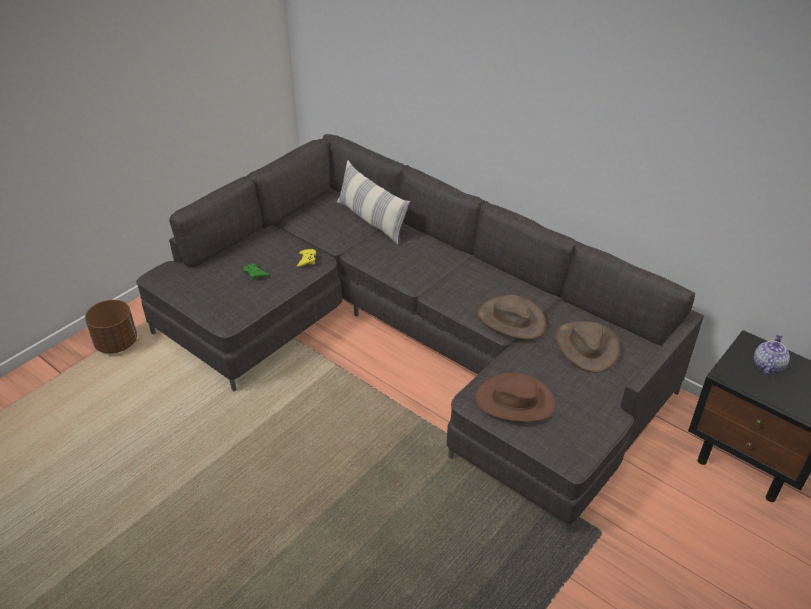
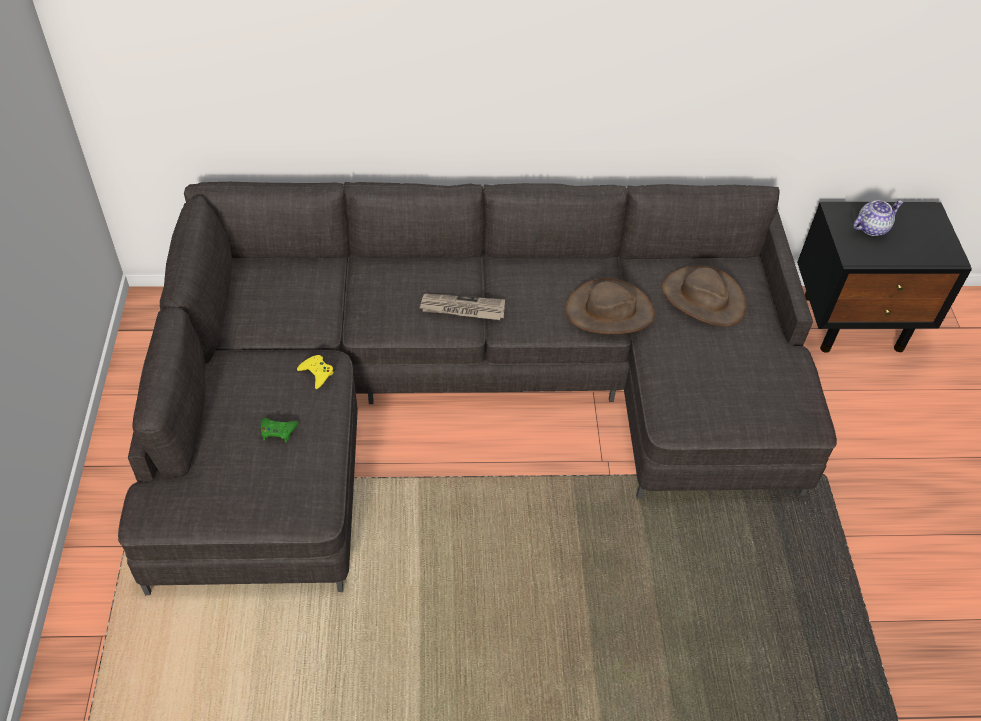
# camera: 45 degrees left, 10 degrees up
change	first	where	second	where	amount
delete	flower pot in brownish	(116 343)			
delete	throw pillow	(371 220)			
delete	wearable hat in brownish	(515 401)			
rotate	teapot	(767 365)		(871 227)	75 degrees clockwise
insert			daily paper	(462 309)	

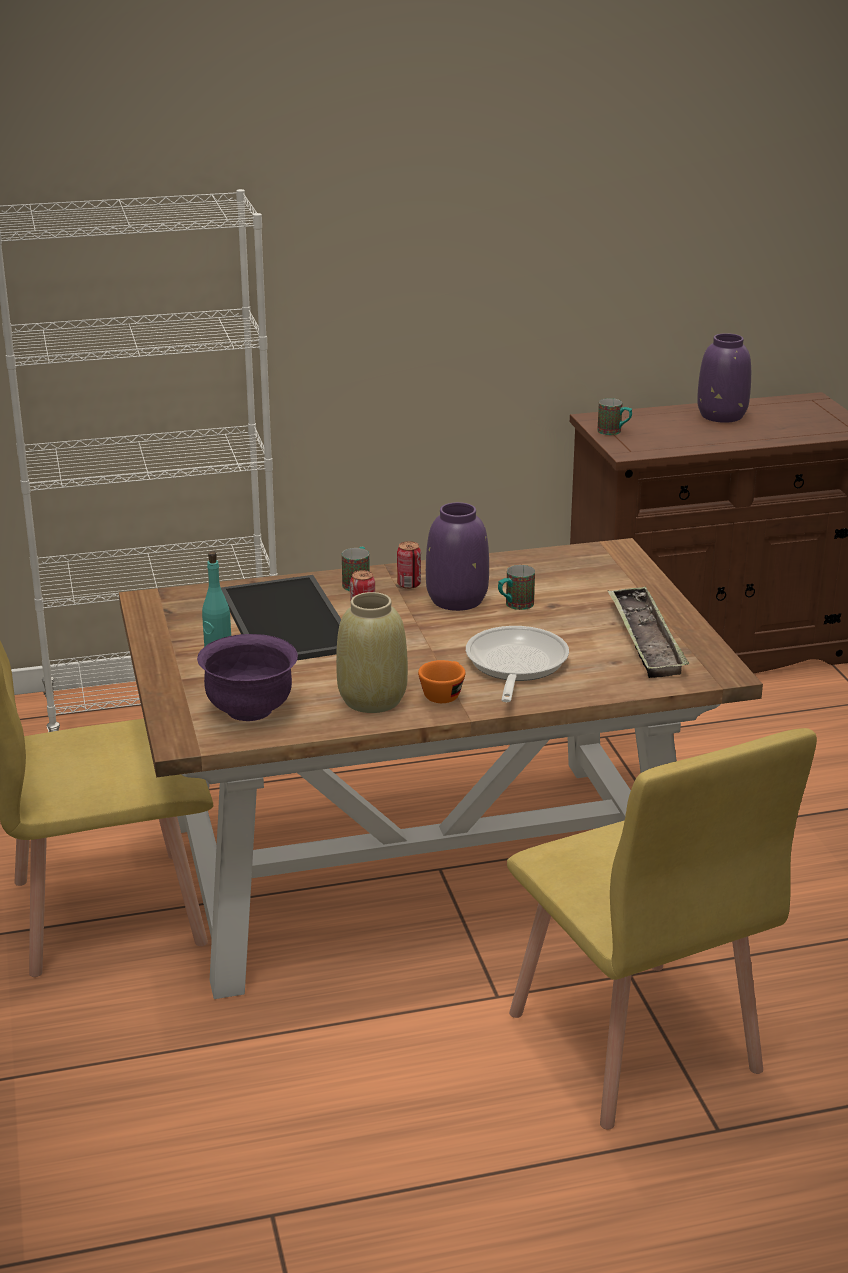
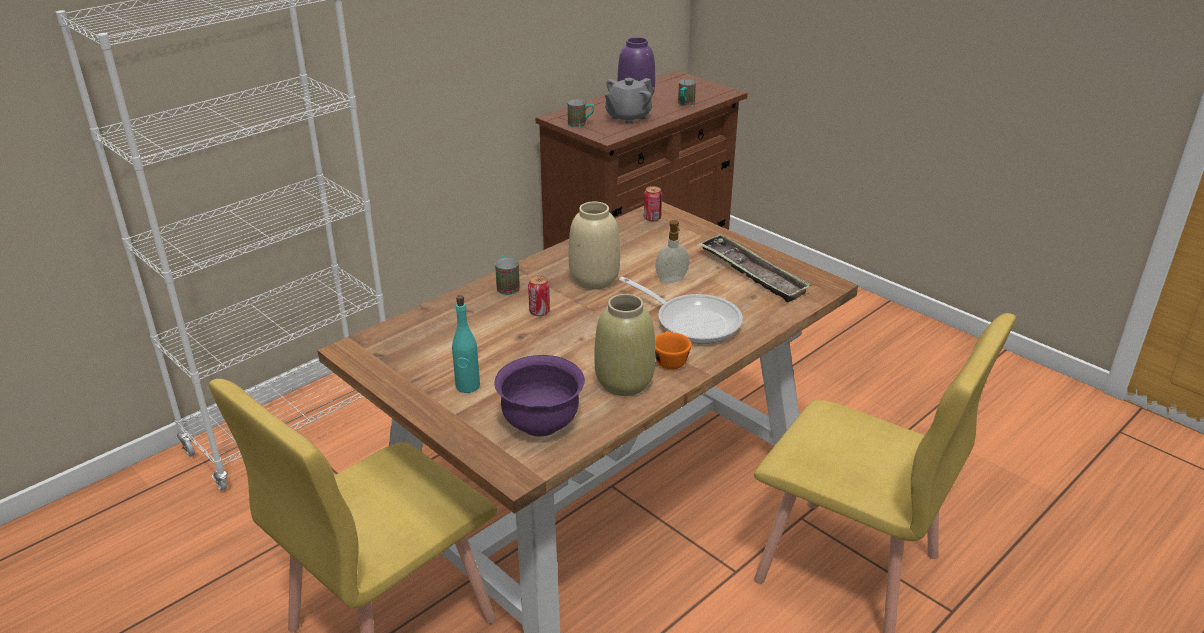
# camera: 30 degrees left, 5 degrees up
change	first	where	second	where	amount
delete	serving tray	(290 621)			
move	sealed can	(409 584)		(652 218)	
recolor	vase in purple	(457 600)	vase in sand-coloured	(594 280)	
rotate	frying pan	(514 666)		(692 321)	150 degrees clockwise
move	mug	(514 605)		(685 104)	
insert			teapot in grey	(628 117)	
insert			soap dispenser	(672 280)	

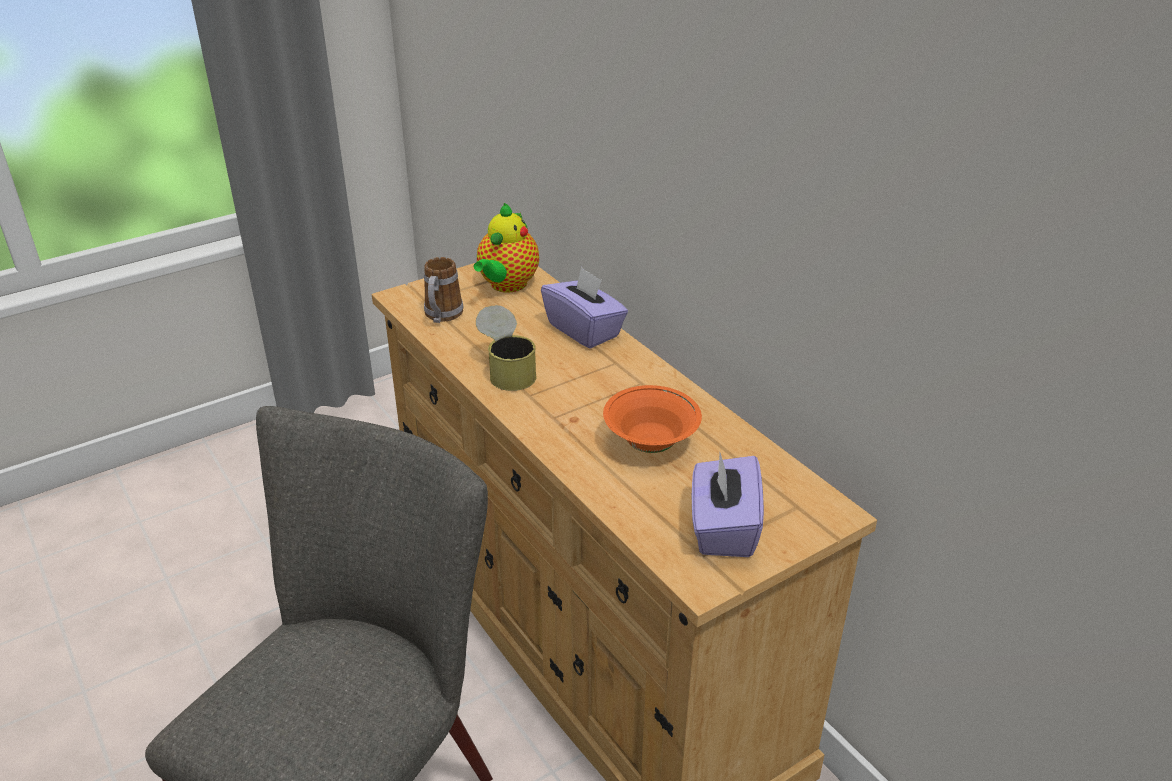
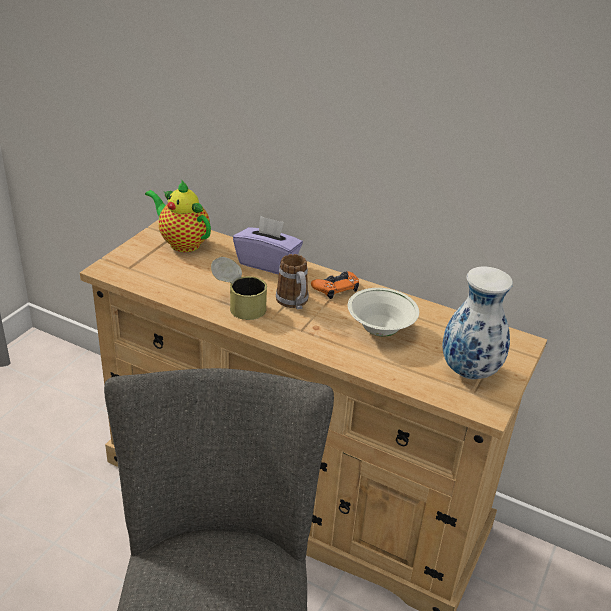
# camera: 30 degrees left, 0 degrees up
change	first	where	second	where	amount
move	mug	(442 317)		(294 303)	
rotate	teapot	(506 285)		(182 243)	135 degrees clockwise
recolor	deep dish in orange	(650 443)	deep dish in whitish	(380 330)	
replace	tissue box in purple	(723 529)	vase	(470 372)	
insert			game controller in orange	(336 288)	

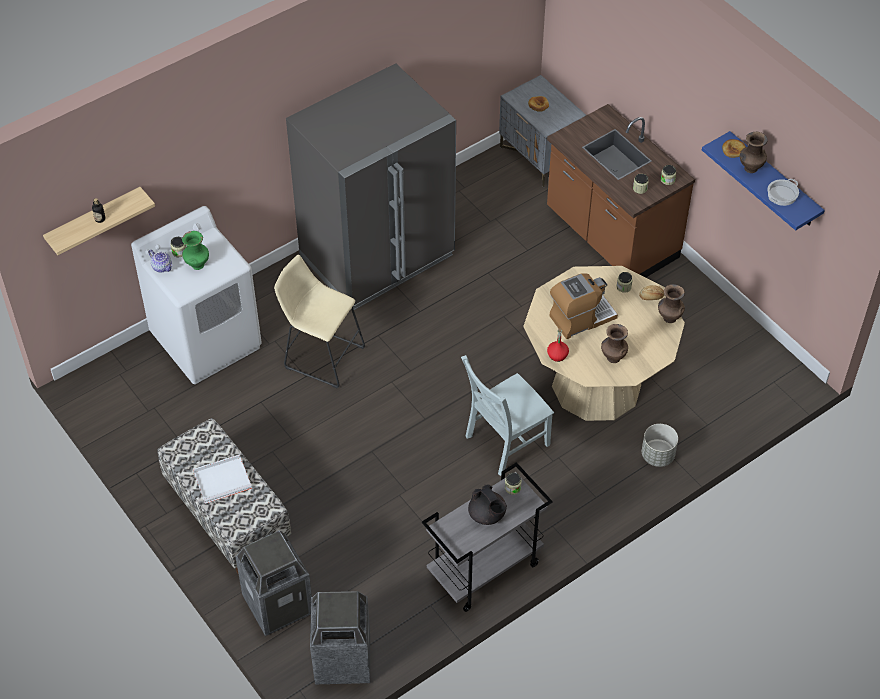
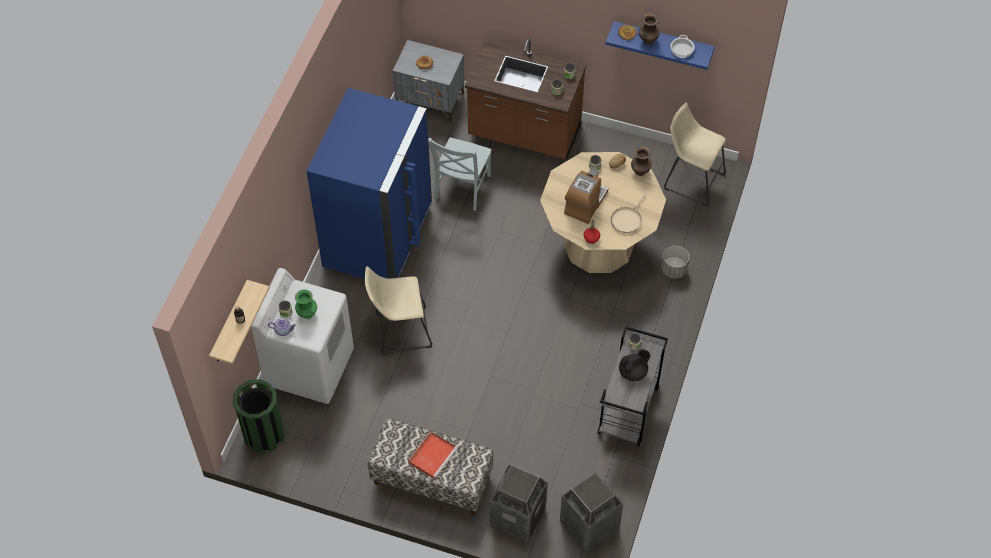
# camera: 35 degrees left, 5 degrees up
change	first	where	second	where	amount
recolor	serving tray in whitish	(223 480)	serving tray in red	(433 455)	
recolor	kitchen fridge in grey	(378 256)	kitchen fridge in bluish	(378 236)	
move	upright chair in grey	(504 442)		(461 189)	
rotate	teapot in blackish	(487 515)		(633 372)	45 degrees counterclockwise
replace	vase in brownish	(613 357)	frying pan in sand-coloured	(627 219)	
insert			trash can in green	(264 434)	
insert			stool seat in sand-coloured	(691 180)	

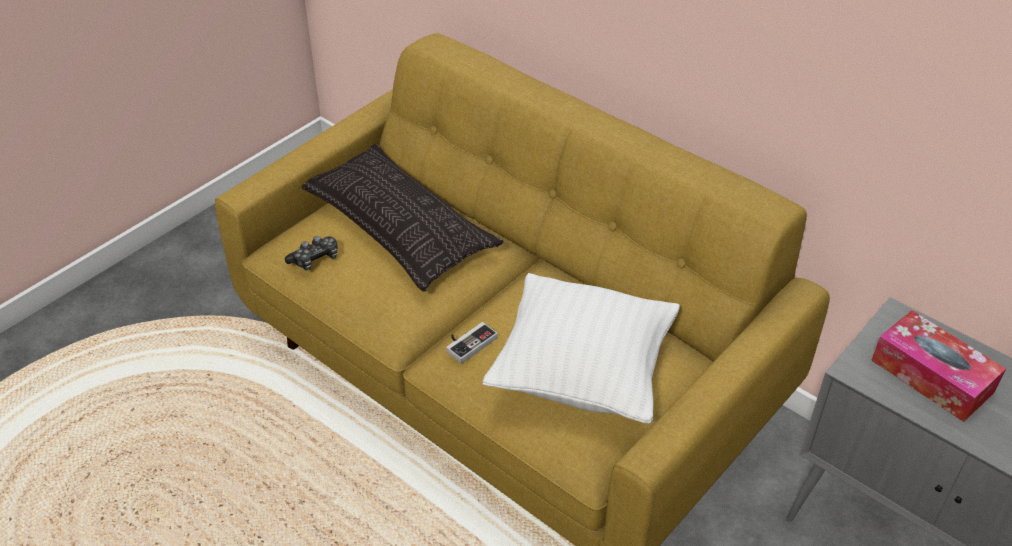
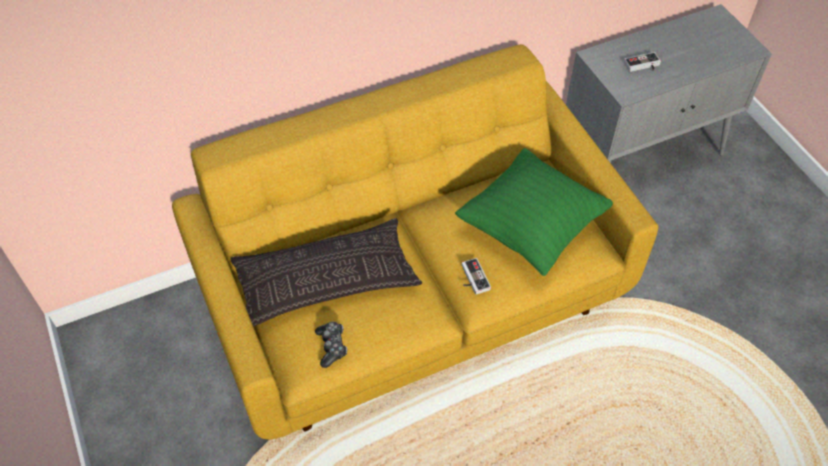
# camera: 65 degrees left, 10 degrees up
change	first	where	second	where	amount
recolor	throw pillow in whitish	(582 374)	throw pillow in green	(530 228)	
replace	tissue box	(931 376)	game controller	(643 66)	

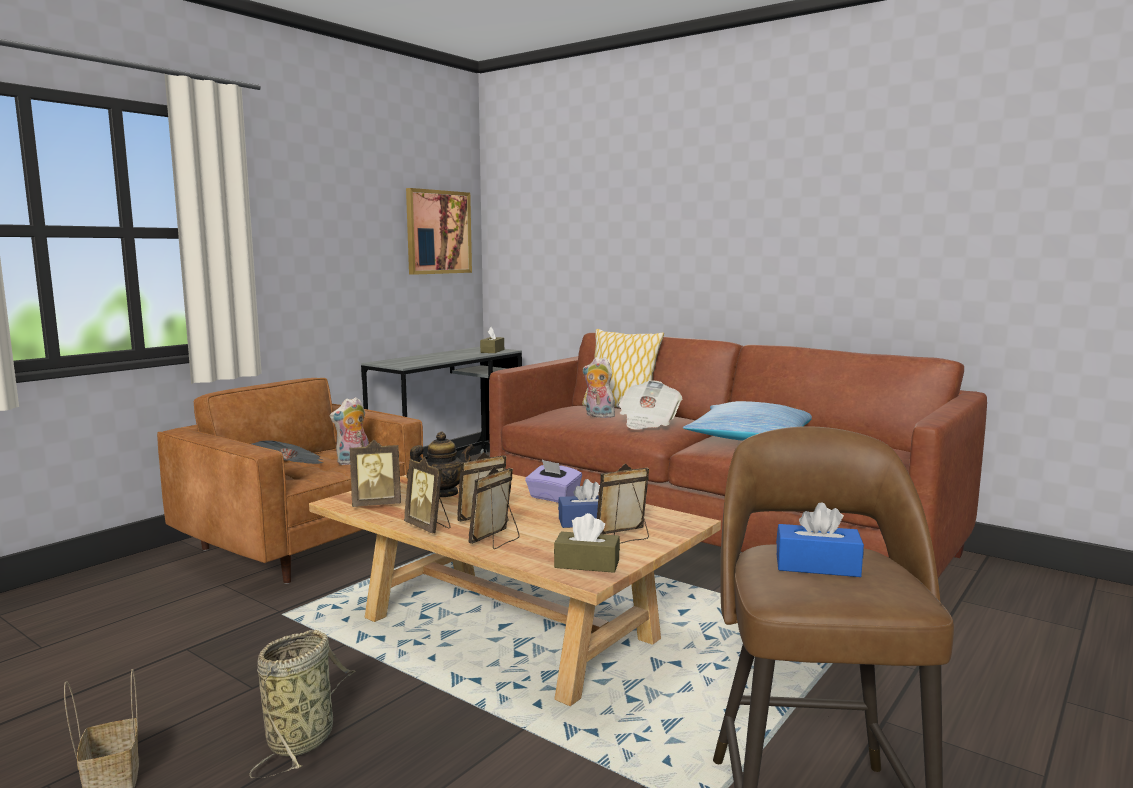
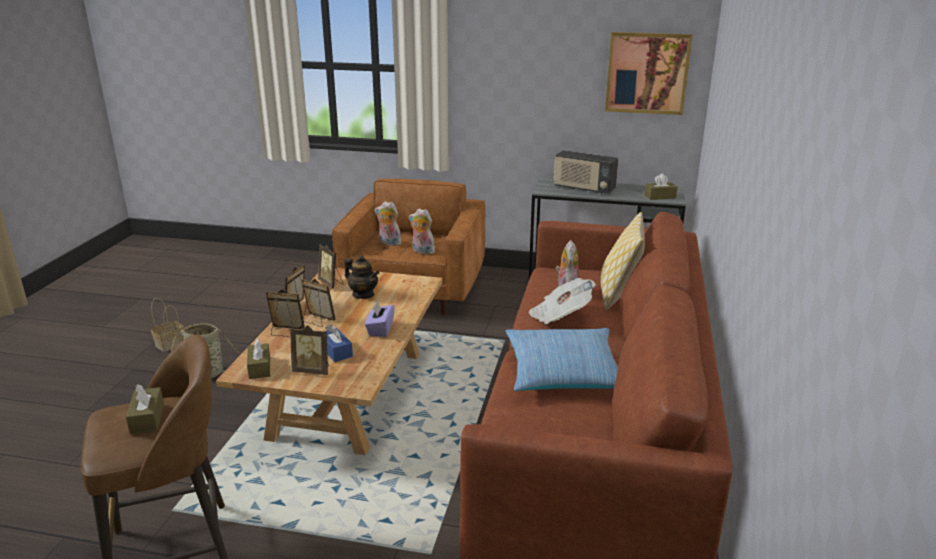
# camera: 65 degrees right, 15 degrees up
change	first	where	second	where	amount
replace	daily paper	(291 472)	cuddly toy	(389 243)	
rotate	picture frame	(624 537)		(313 370)	150 degrees clockwise
recolor	tissue box in bluish	(817 566)	tissue box in brownish	(147 419)	
insert			radio set	(584 188)	

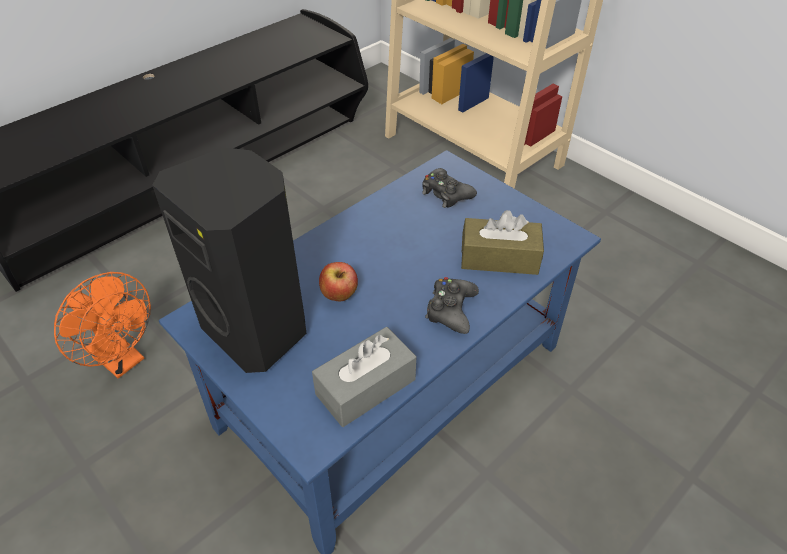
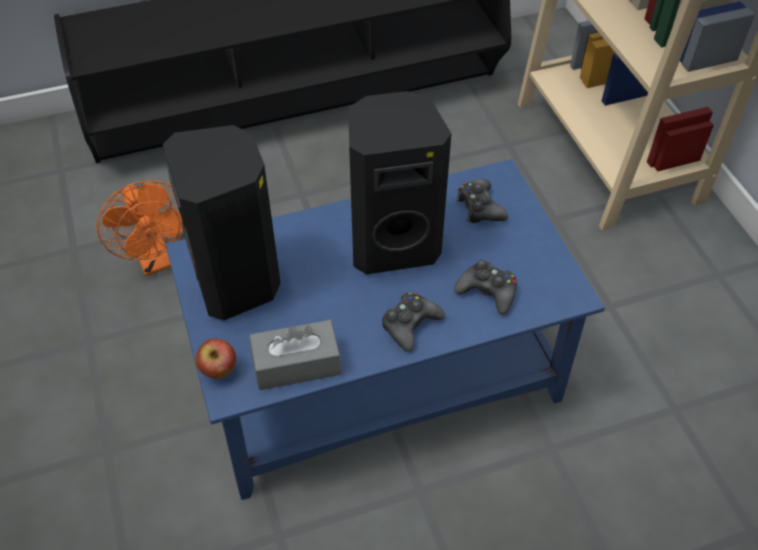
# camera: 25 degrees right, 5 degrees up
change	first	where	second	where	amount
move	apple	(339 296)		(219 371)	
replace	tissue box in brownish	(499 258)	game controller in blackish	(487 291)	
insert			loudspeaker in blackish	(393 244)	

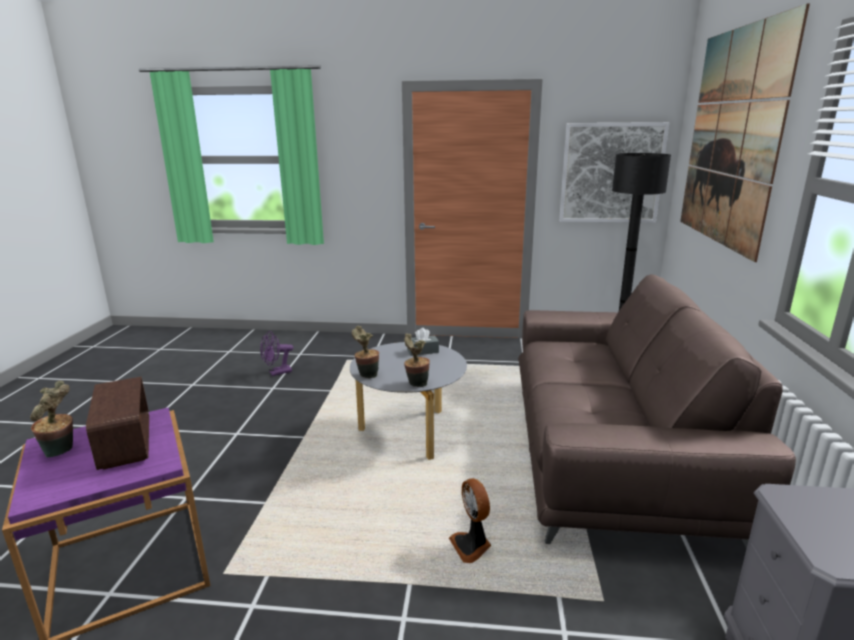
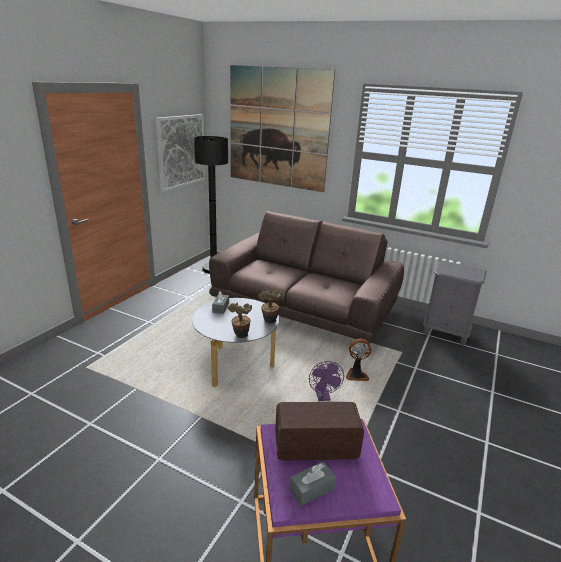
# camera: 70 degrees left, 5 degrees up
change	first	where	second	where	amount
replace	houseplant	(61 452)	tissue box in grey	(311 489)	
move	cooling fan in purple	(277 373)		(323 397)	

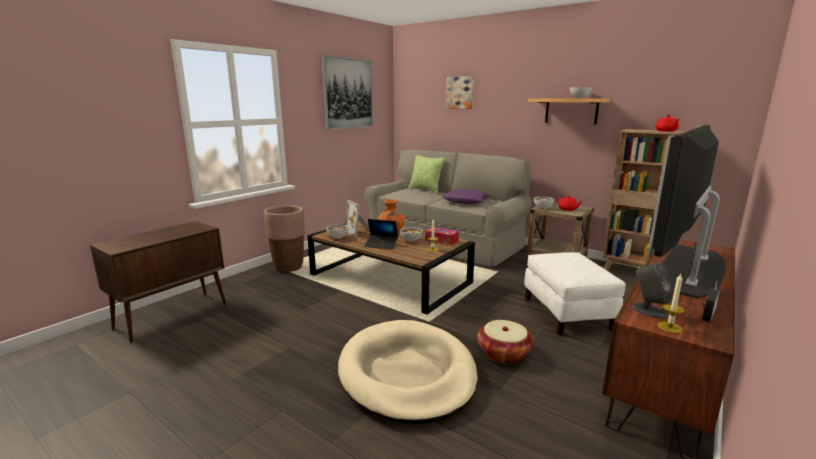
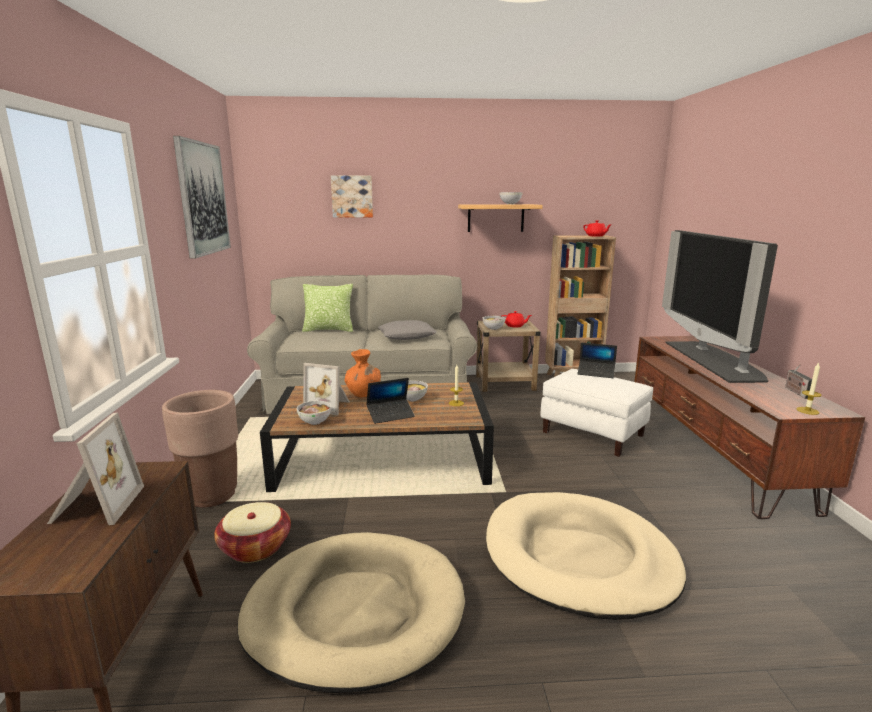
# camera: 40 degrees left, 0 degrees up
change	first	where	second	where	amount
delete	tissue box	(441 240)			
recolor	throw pillow in purple	(466 201)	throw pillow in grey	(407 335)	
move	storage basket	(503 353)		(255 547)	
delete	loudspeaker in grey	(648 310)			
insert			picture frame	(94 506)	
insert			dog bed in sand-coloured	(354 612)	
insert			notebook computer	(596 373)	

